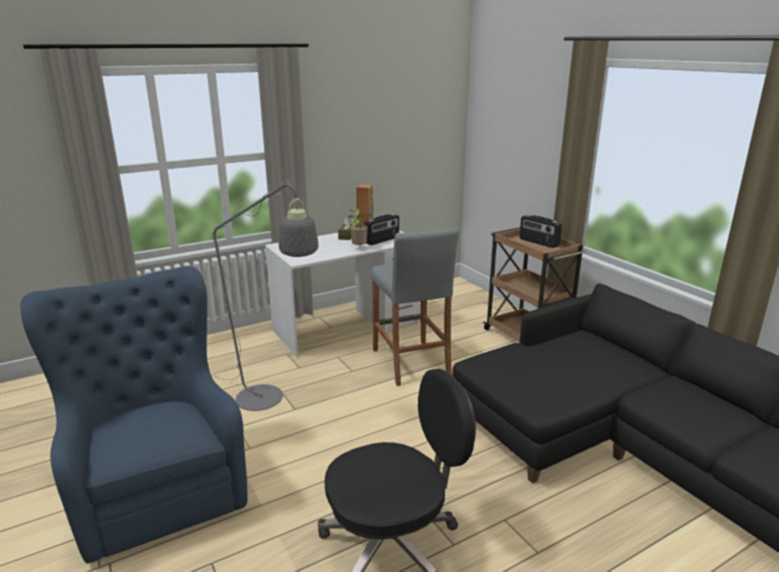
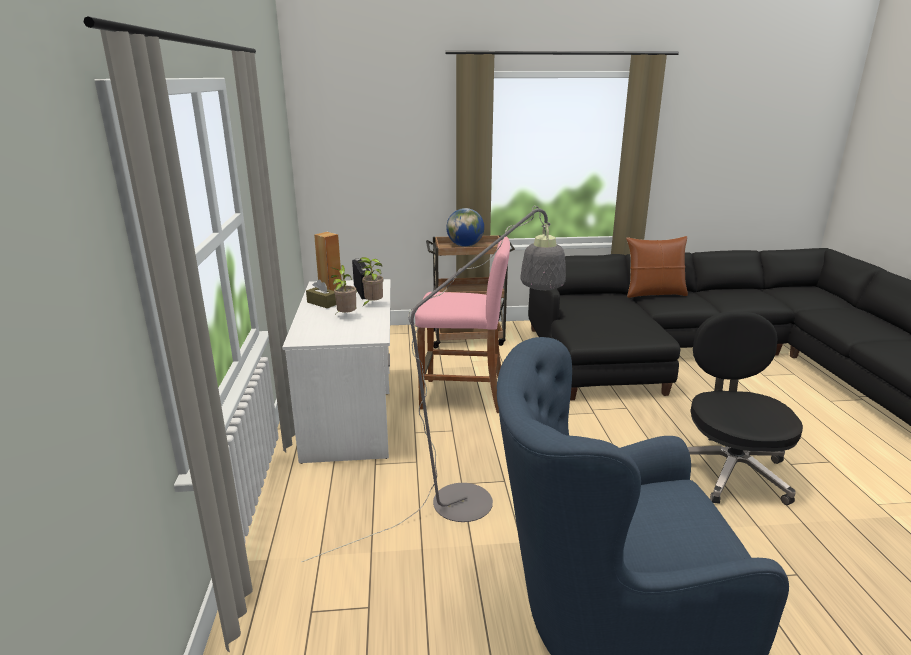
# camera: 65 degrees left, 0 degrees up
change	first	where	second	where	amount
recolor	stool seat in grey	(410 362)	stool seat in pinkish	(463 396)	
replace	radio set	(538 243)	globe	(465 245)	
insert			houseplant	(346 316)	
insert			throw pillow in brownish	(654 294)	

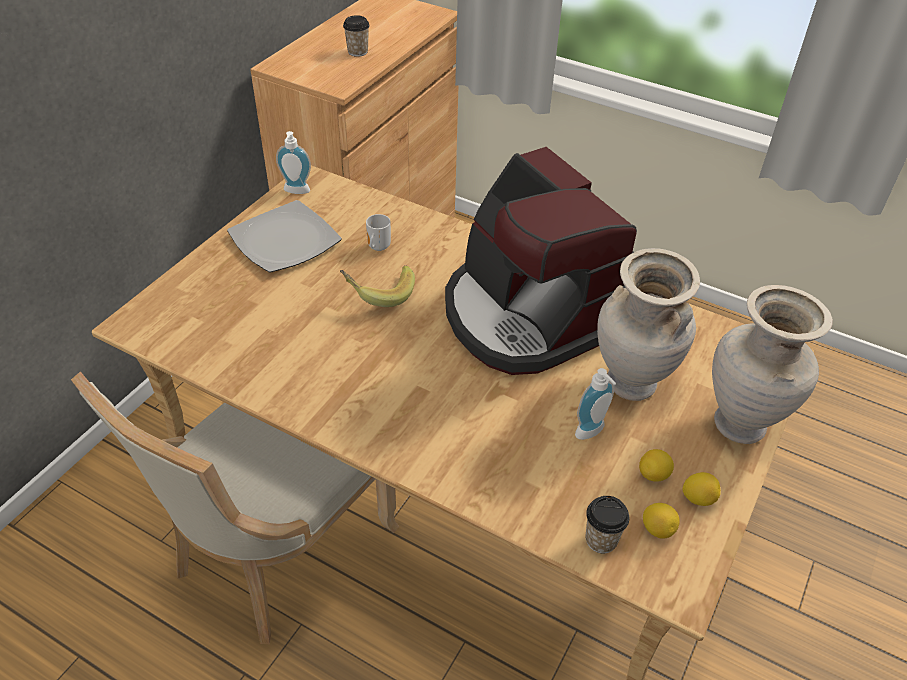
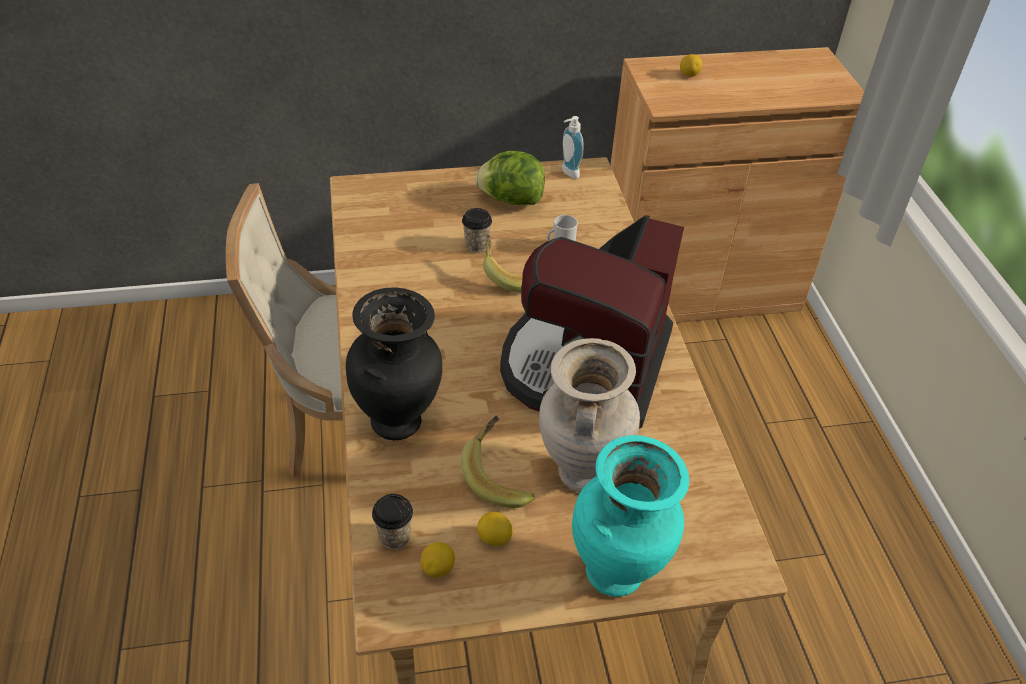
# camera: 50 degrees right, 0 degrees up
change	first	where	second	where	amount
replace	dinner plate	(286 240)	lettuce head	(511 200)	
move	small cup	(357 52)		(476 245)	
replace	soap dispenser	(592 433)	banana	(500 475)	
move	citrus fruit	(698 498)		(689 75)	
recolor	vase in sand-coloured	(741 425)	vase in turquoise-coloured	(616 575)	
insert			vase in blackish	(399 423)	

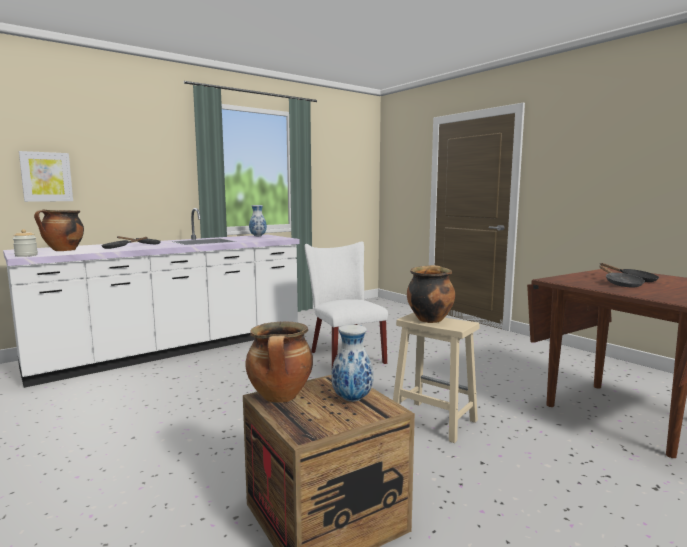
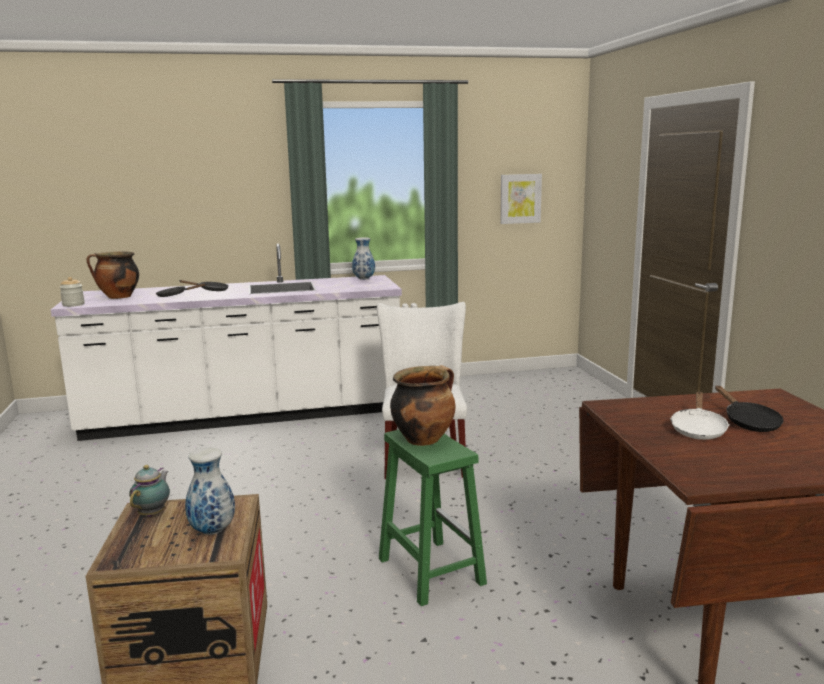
# camera: 25 degrees right, 5 degrees up
change	first	where	second	where	amount
move	wall picture	(46 177)		(520 198)	
replace	saucepot	(281 397)	teapot	(153 513)	
recolor	stool seat in sand-coloured	(432 420)	stool seat in green	(429 570)	
recolor	frying pan in blackish	(621 284)	frying pan in whitish	(698 429)	

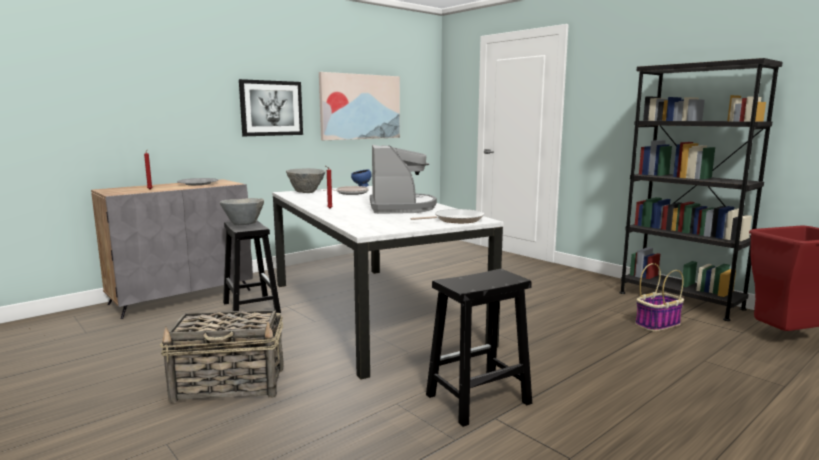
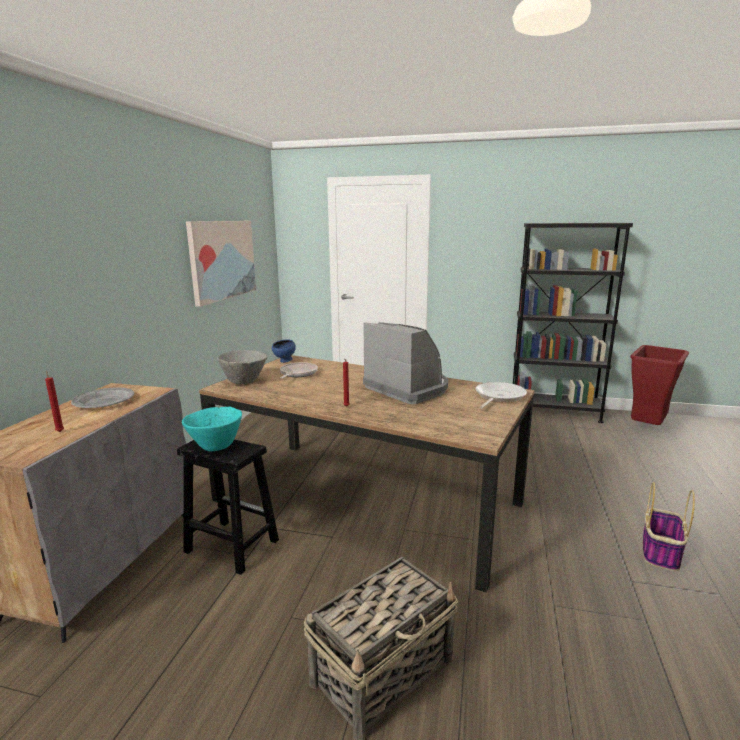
# camera: 35 degrees left, 5 degrees up
change	first	where	second	where	amount
recolor	deep dish in grey	(243 224)	deep dish in turquoise-coloured	(215 446)	
delete	wall picture	(271 108)			
recolor	kitchen table in whitish	(370 311)	kitchen table in brownish	(365 502)	
delete	stool seat in blackish	(477 400)			
move	storage basket	(657 324)		(660 552)	

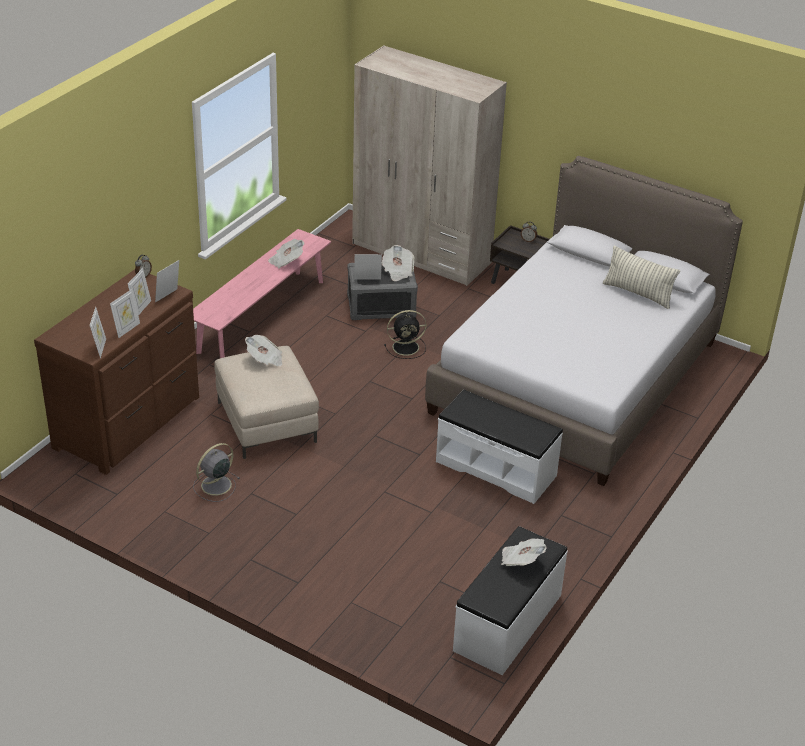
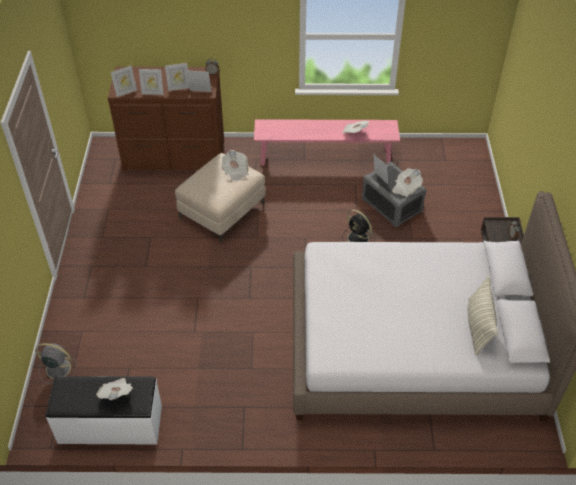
# camera: 60 degrees right, 10 degrees up
change	first	where	second	where	amount
move	cooling fan in grey	(215 486)		(57 368)	
delete	armoire in sand-coloured	(421 253)			
delete	bench in whitish	(496 468)			

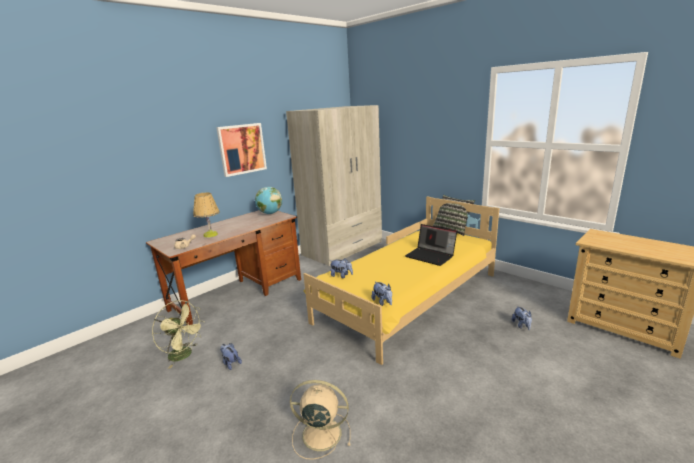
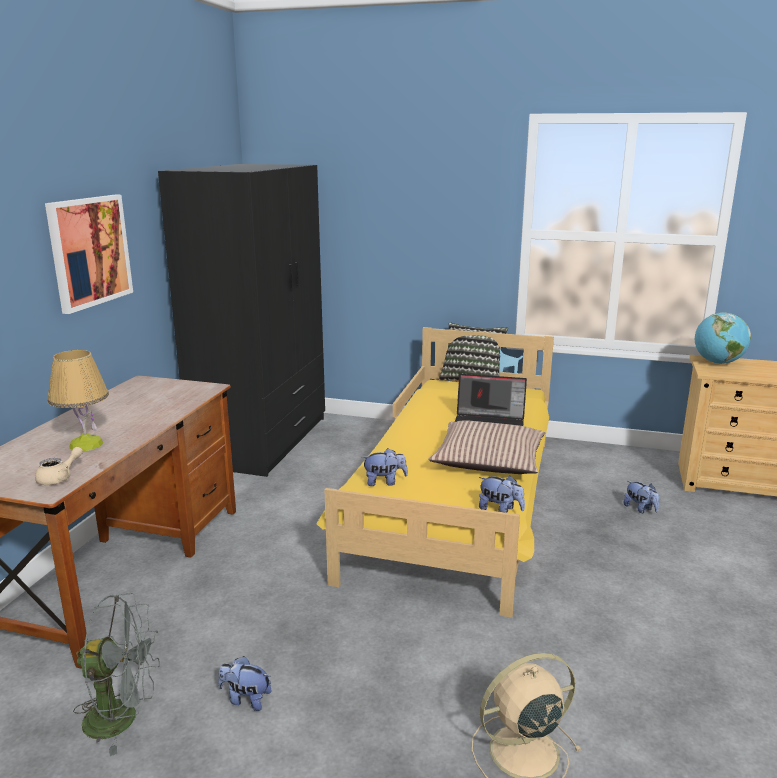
# camera: 30 degrees left, 0 degrees up
change	first	where	second	where	amount
recolor	cooling fan in green	(184 355)	cooling fan in grey	(123 718)	
move	globe	(270 213)		(717 363)	
recolor	armoire in sand-coloured	(343 248)	armoire in blackish	(263 440)	
insert			throw pillow	(488 460)	

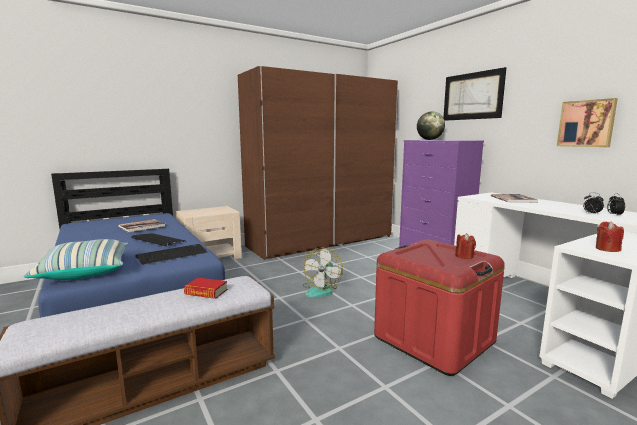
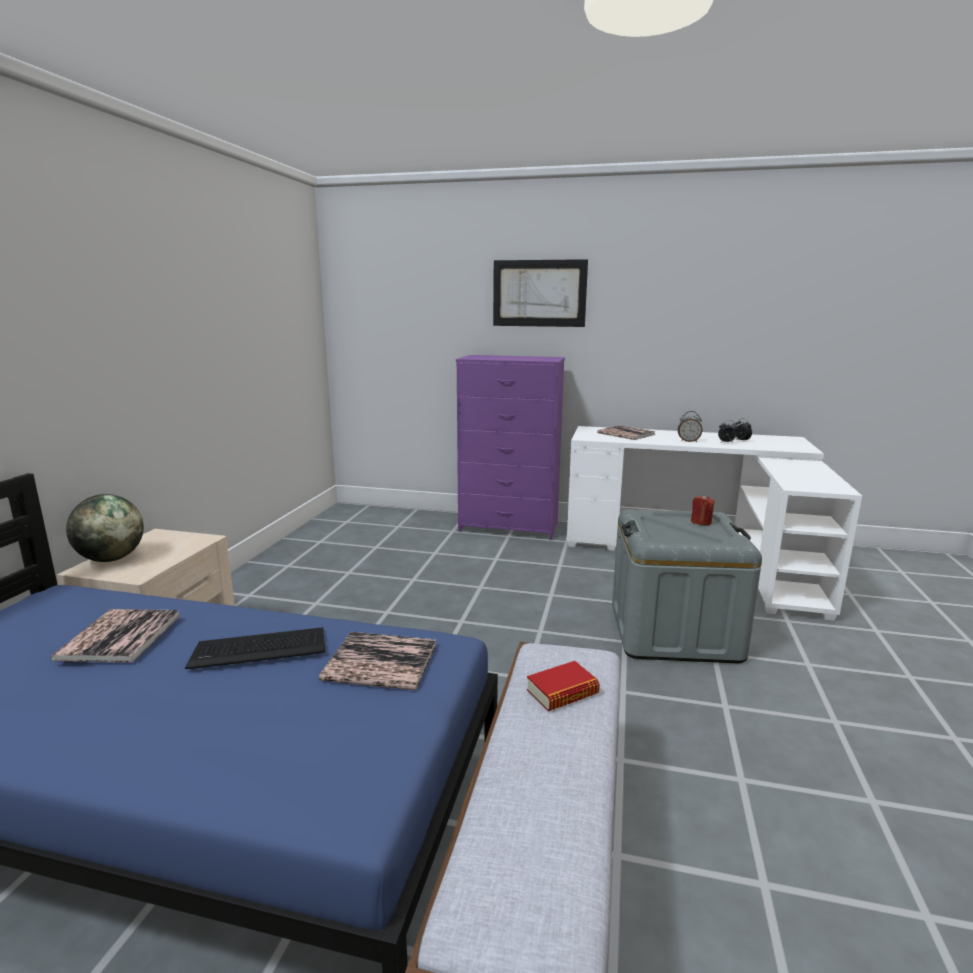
# camera: 45 degrees left, 5 degrees up
change	first	where	second	where	amount
delete	throw pillow	(85 271)			
replace	computer keyboard	(172 255)	bound book	(380 662)	
delete	armoire in brownish	(321 241)			
delete	cooling fan	(321 290)			
recolor	storage container in red	(434 339)	storage container in grey	(674 631)	
move	globe	(429 139)		(111 559)	
delete	wall picture	(586 123)			
delete	wax light in red	(607 249)			
insert			bedside clock	(688 441)	

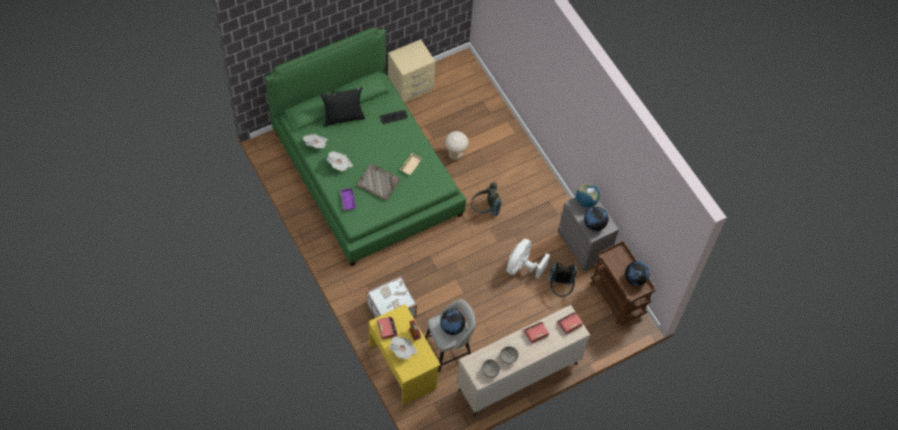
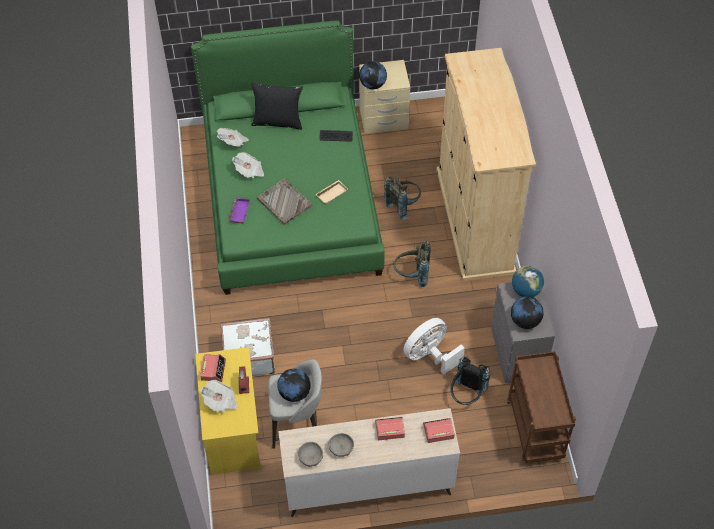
# camera: 25 degrees right, 5 degrees down
change	first	where	second	where	amount
replace	stool seat in sand-coloured	(455 155)	knapsack in grey	(403 205)	
move	globe	(635 279)		(373 85)	
insert			armoire in sand-coloured	(475 220)	

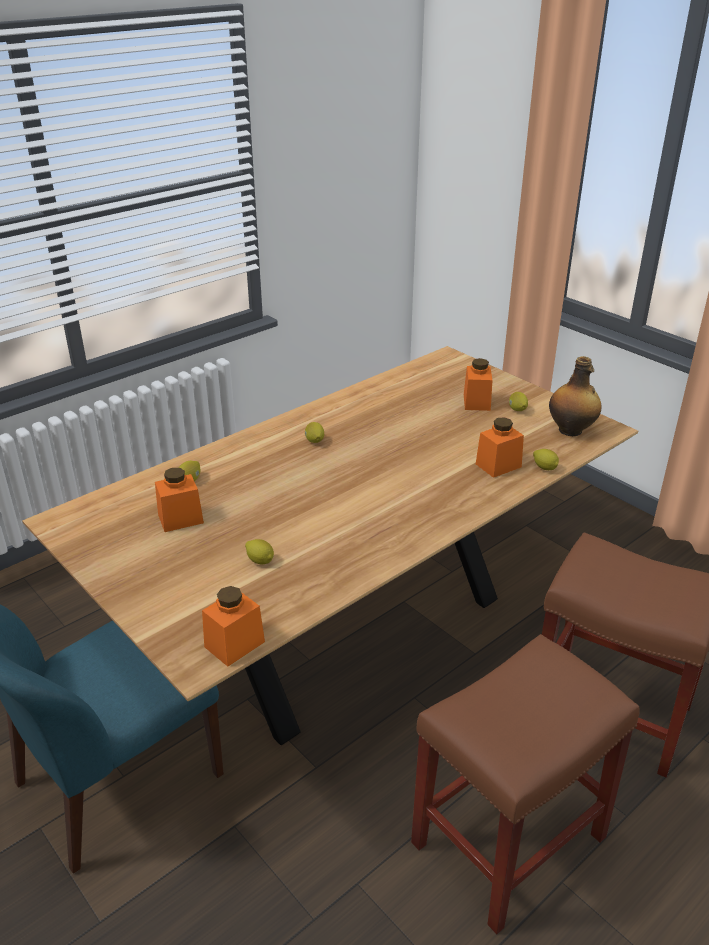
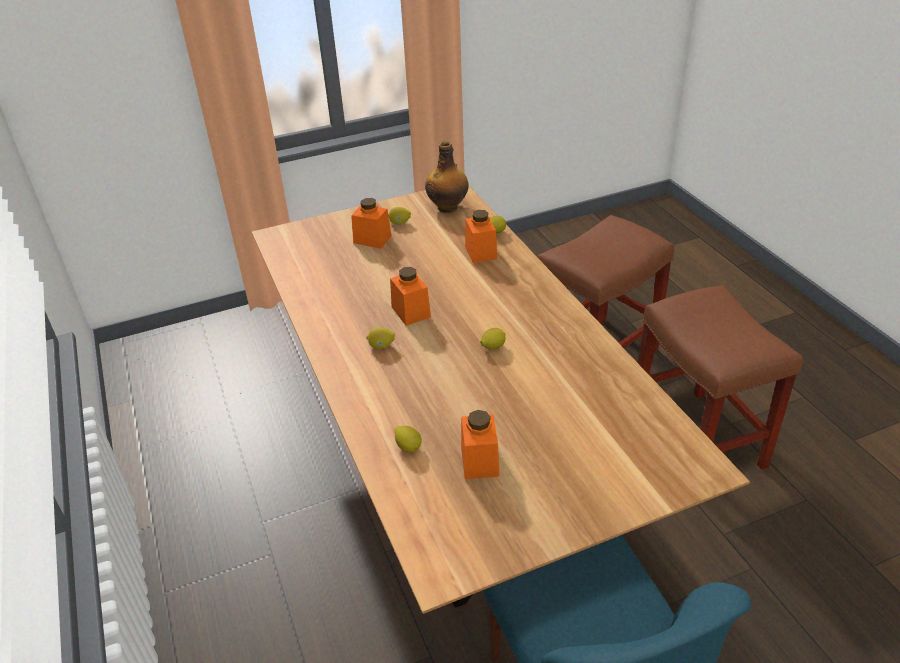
# camera: 70 degrees left, 5 degrees up
change	first	where	second	where	amount
move	storage jar in orange	(234 644)		(411 312)	
move	citrus fruit	(260 560)		(492 347)	

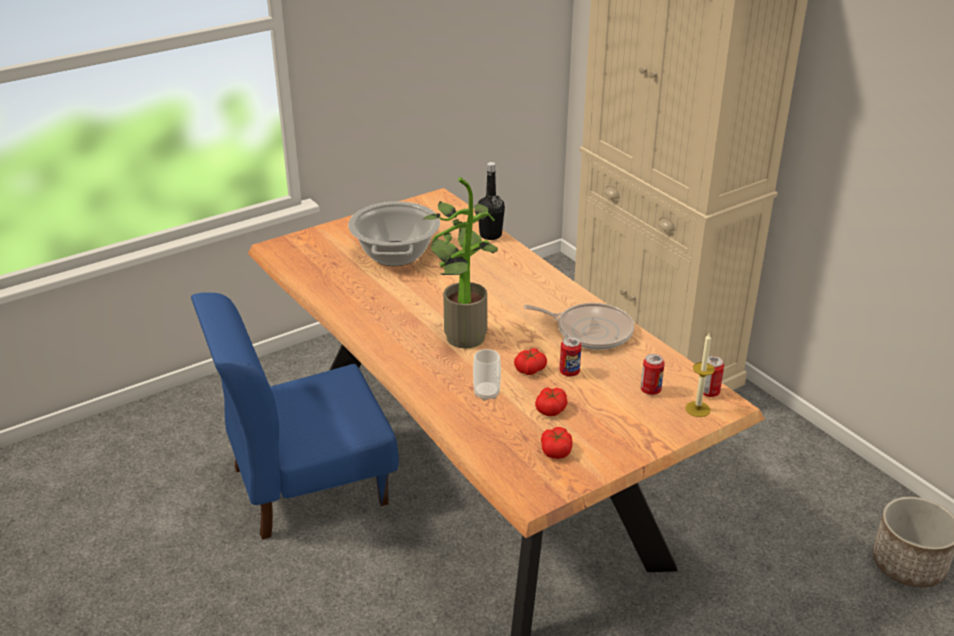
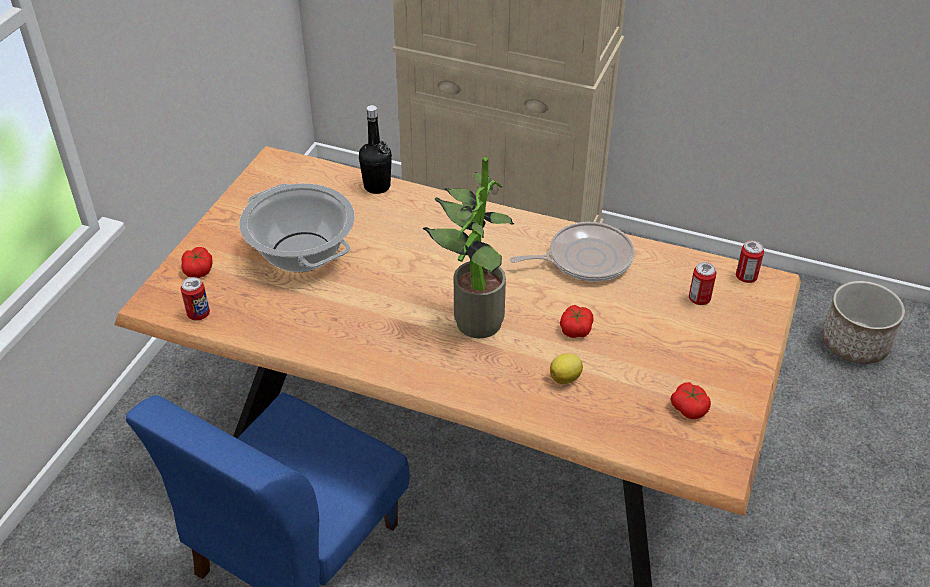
# camera: 35 degrees left, 10 degrees up
change	first	where	second	where	amount
replace	small cup	(486 394)	citrus fruit	(566 378)	
move	tomato	(551 409)		(198 269)	
move	sealed can	(569 372)		(198 314)	
delete	wax light	(697 409)			

